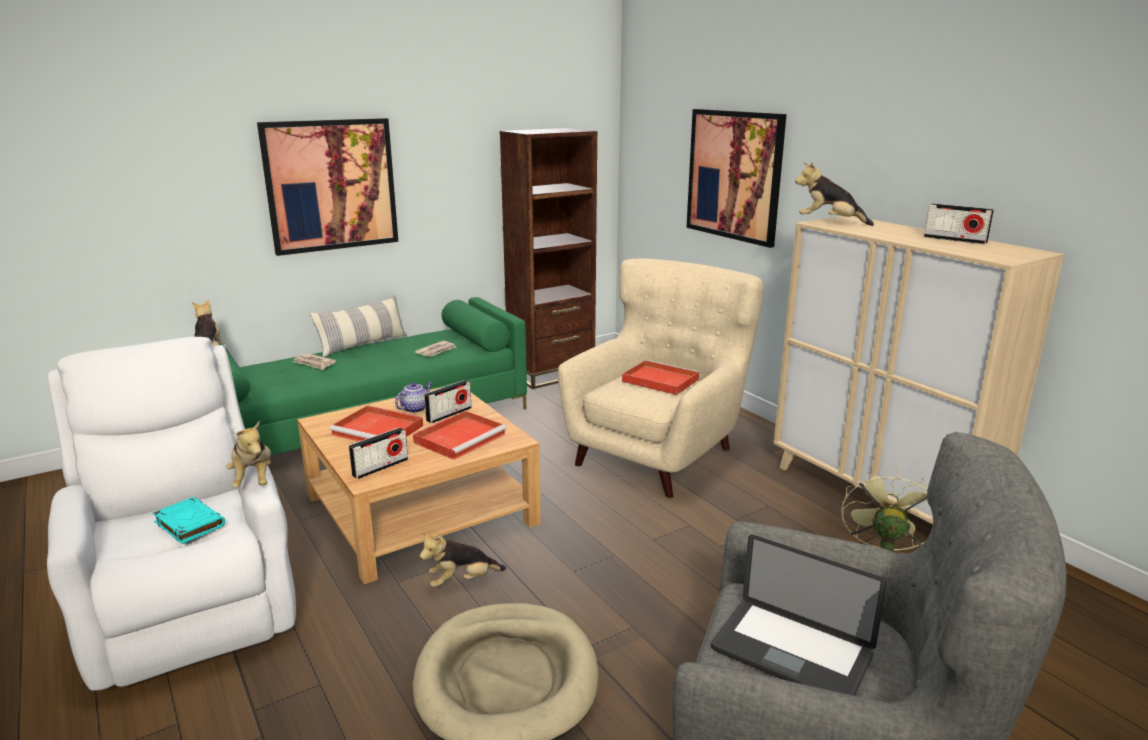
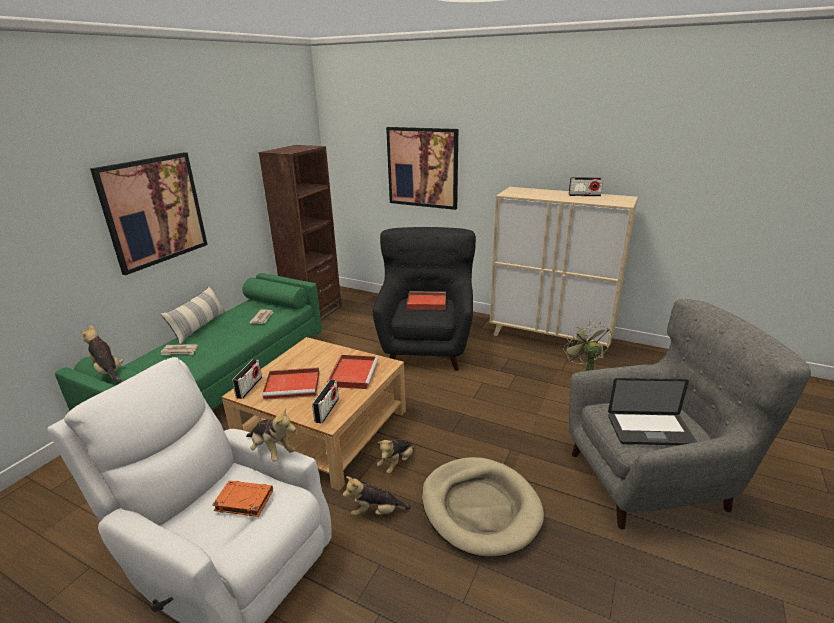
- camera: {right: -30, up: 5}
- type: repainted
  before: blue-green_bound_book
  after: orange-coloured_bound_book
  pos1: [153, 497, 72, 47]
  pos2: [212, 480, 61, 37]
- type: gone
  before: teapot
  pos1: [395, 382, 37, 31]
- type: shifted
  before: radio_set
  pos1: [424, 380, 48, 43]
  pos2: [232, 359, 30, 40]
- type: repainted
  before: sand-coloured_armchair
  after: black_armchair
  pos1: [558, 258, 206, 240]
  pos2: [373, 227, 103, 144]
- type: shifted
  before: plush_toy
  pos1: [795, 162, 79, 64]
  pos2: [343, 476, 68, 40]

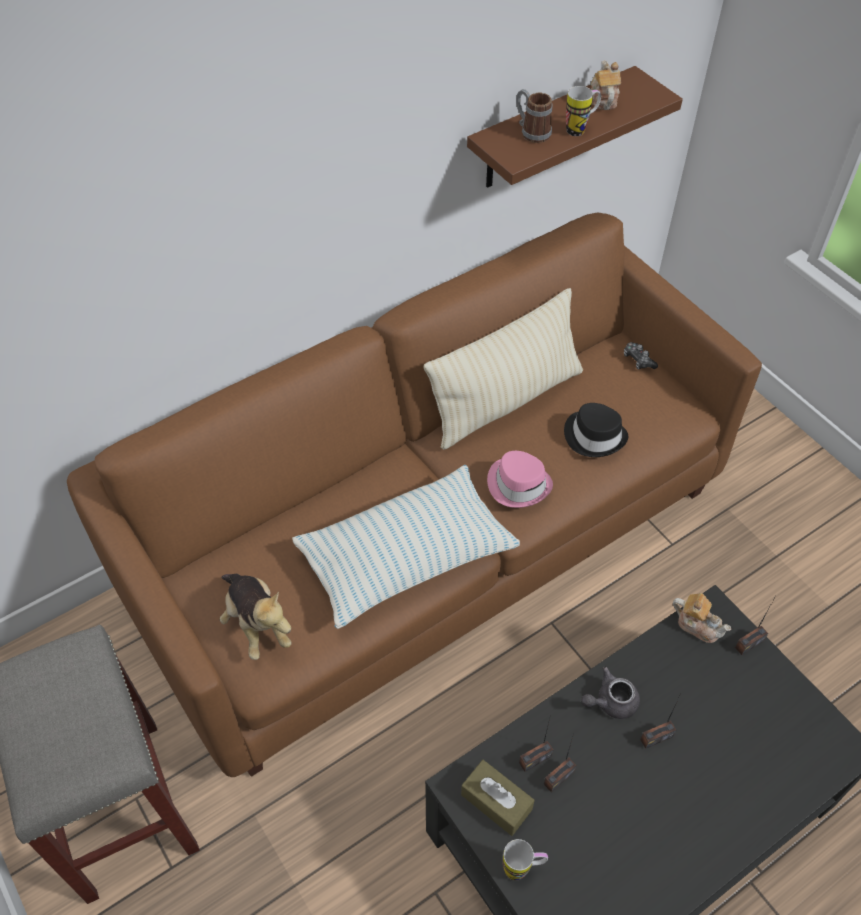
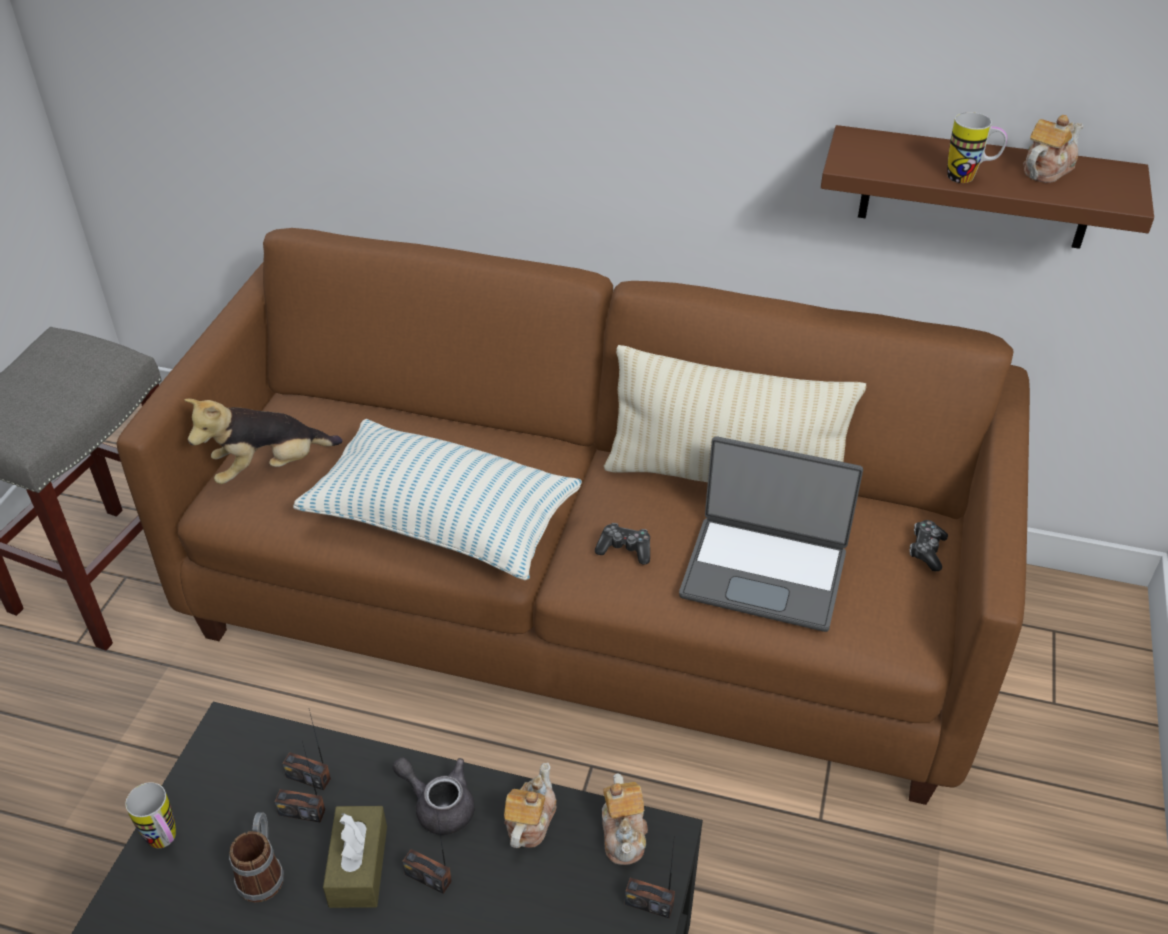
- camera: {right: 50, up: -10}
- type: rotated
  before: plush_toy
  pos1: [220, 574, 71, 86]
  pos2: [184, 399, 159, 85]
  turn: 45
- type: shifted
  before: brownish_tissue_holder
  pos1: [461, 760, 74, 76]
  pos2: [323, 806, 64, 102]
- type: swapped
  before: pink_clothing_hat
  after: gamepad
  pos1: [487, 451, 66, 57]
  pos2: [595, 523, 55, 42]
- type: shifted
  before: mug
  pos1: [516, 89, 37, 54]
  pos2: [229, 812, 55, 91]
- type: swapped
  before: black_clothing_hat
  after: notebook_computer
  pos1: [564, 403, 64, 54]
  pos2: [679, 436, 184, 196]
- type: new
  after: teapot
  pos2: [504, 762, 52, 86]

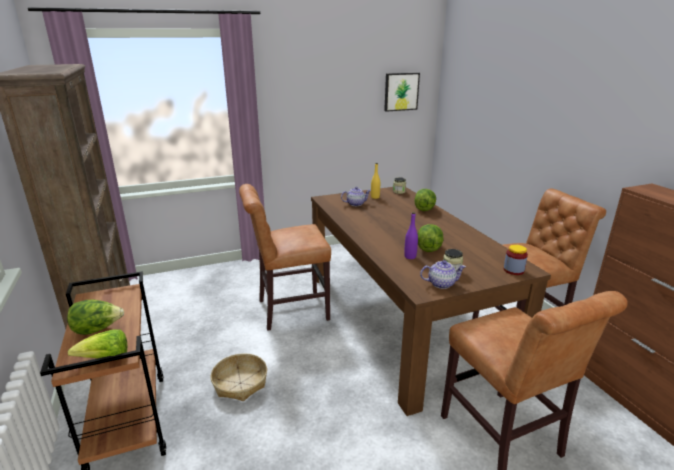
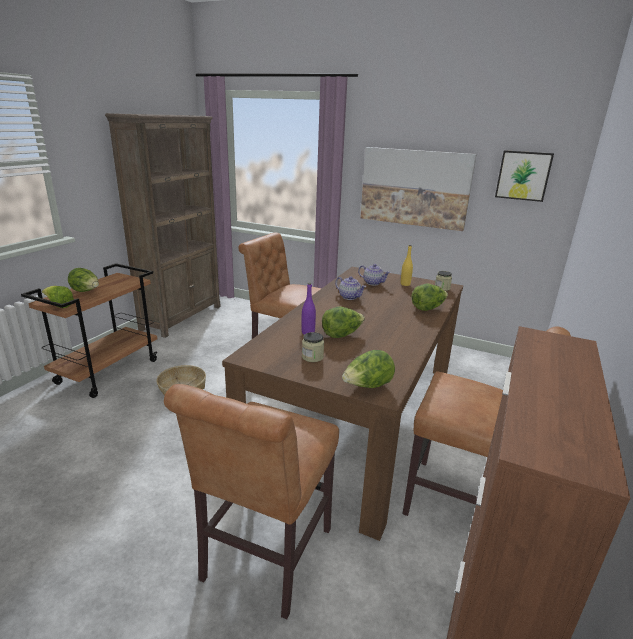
- camera: {right: 45, up: 0}
- type: shifted
  before: teapot
  pos1: [420, 260, 46, 29]
  pos2: [335, 276, 31, 24]
- type: swapped
  before: preserve_jar
  after: lettuce
  pos1: [504, 245, 24, 30]
  pos2: [342, 350, 53, 38]
- type: new
  after: wall_art
  pos2: [360, 147, 117, 84]

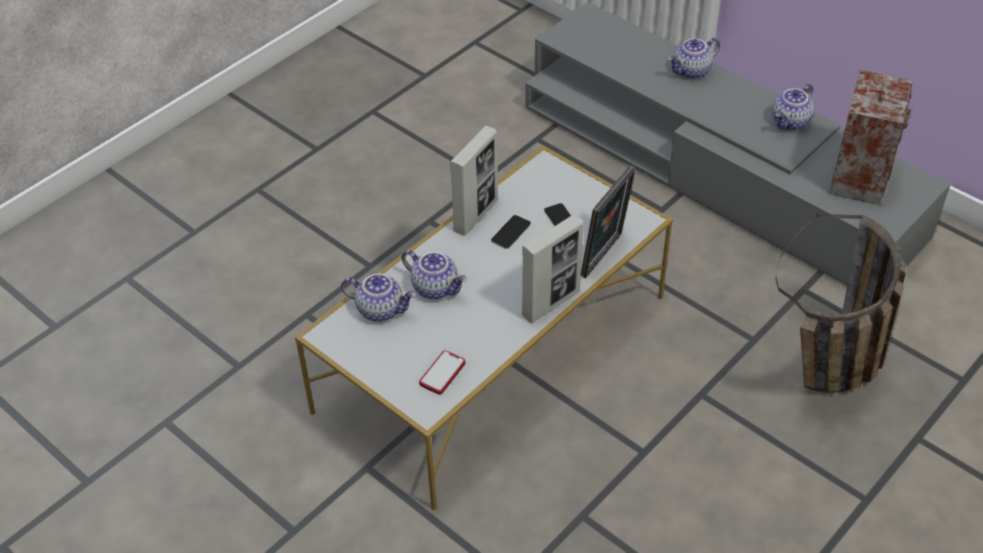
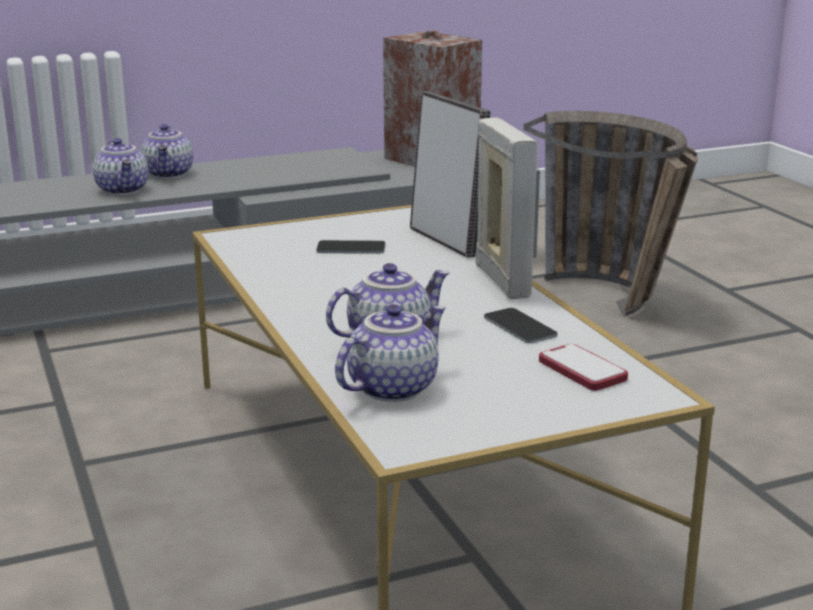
- camera: {right: -65, up: -25}
- type: gone
  before: picture_frame
  pos1: [450, 126, 48, 110]
- type: shifted
  before: phone
  pos1: [491, 215, 40, 34]
  pos2: [484, 308, 74, 35]
- type: shifted
  before: teapot
  pos1: [772, 83, 42, 48]
  pos2: [93, 138, 55, 57]

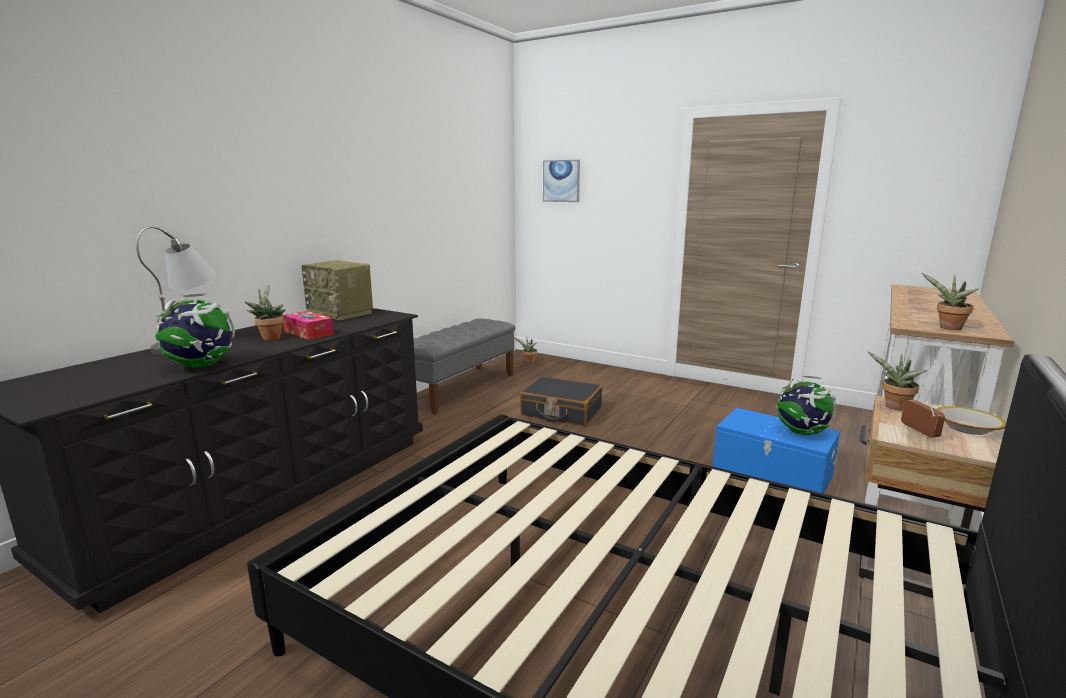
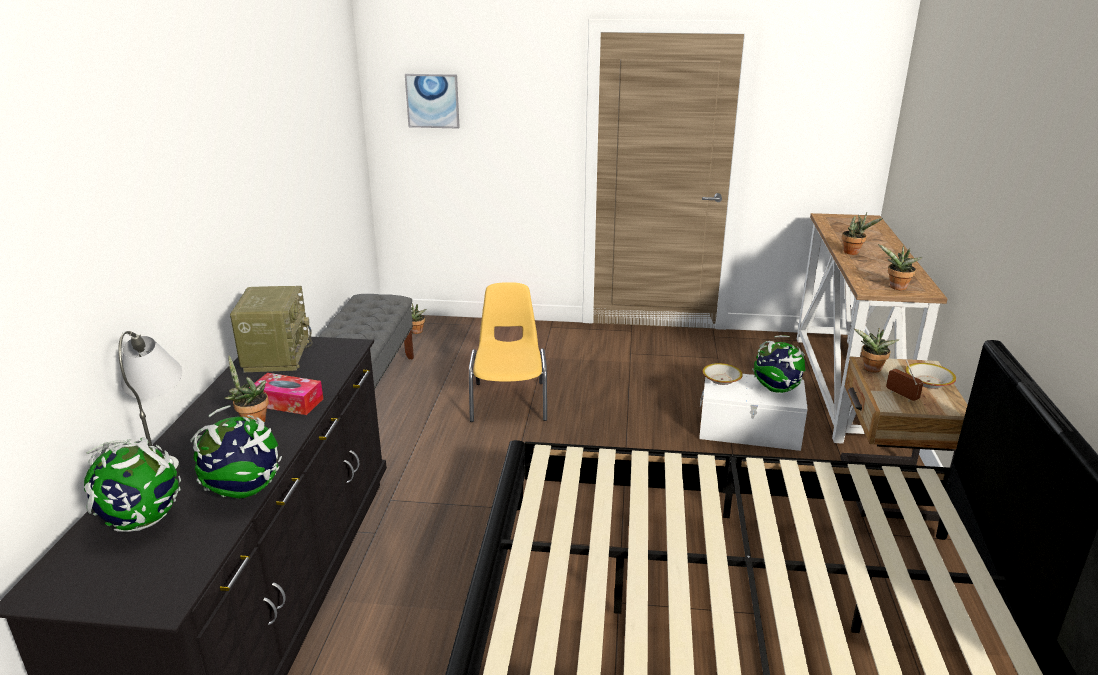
- camera: {right: -25, up: 10}
- type: rotated
  before: radio_set
  pos1: [302, 260, 71, 61]
  pos2: [230, 286, 83, 86]
  turn: -105
- type: swapped
  before: black_travel_case
  after: yellow_plain_chair
  pos1: [520, 376, 82, 50]
  pos2: [469, 282, 78, 140]
- type: repainted
  before: blue-coloured_storage_container
  after: whitish_storage_container
  pos1: [713, 408, 127, 86]
  pos2: [699, 374, 109, 77]
- type: new
  after: desk_globe
  pos2: [84, 437, 97, 95]
- type: new
  after: serving_bowl
  pos2: [702, 363, 41, 22]
- type: new
  after: plant_in_a_pot
  pos2: [842, 212, 41, 43]

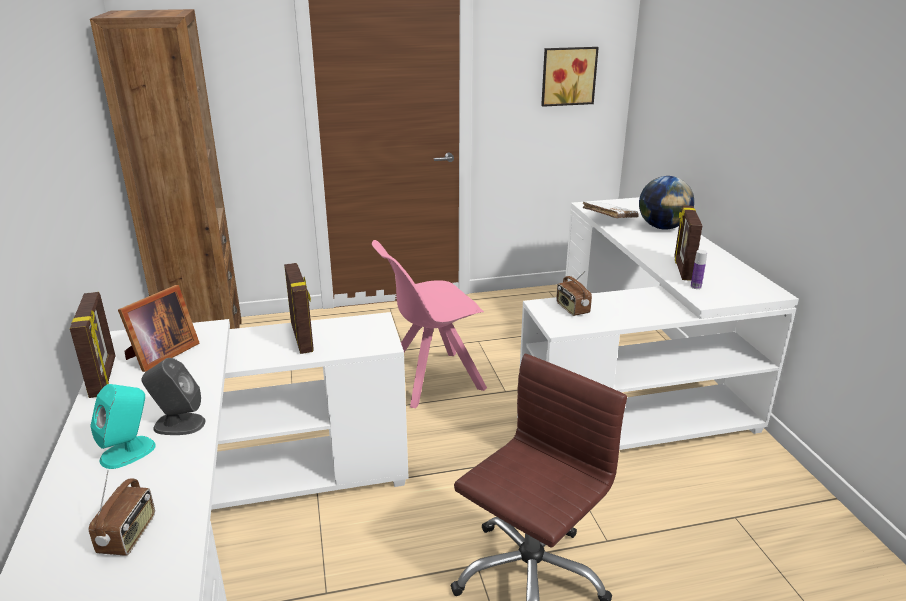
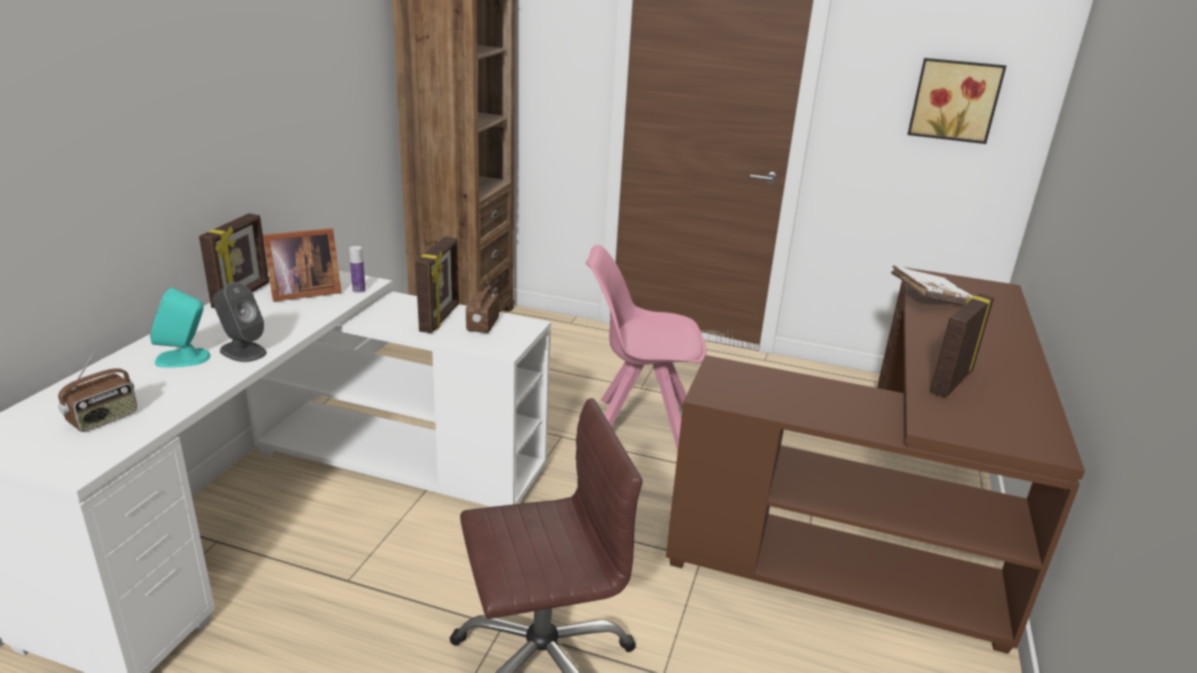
- camera: {right: 30, up: 0}
- type: repainted
  before: whitish_desk_unit
  after: brownish_desk_unit
  pos1: [517, 197, 282, 253]
  pos2: [666, 267, 419, 387]
- type: shifted
  before: radio_set
  pos1: [556, 271, 36, 45]
  pos2: [465, 281, 34, 52]
- type: gone
  before: desk_globe
  pos1: [639, 176, 55, 54]
- type: shifted
  before: bottle
  pos1: [691, 250, 16, 39]
  pos2: [349, 246, 17, 47]

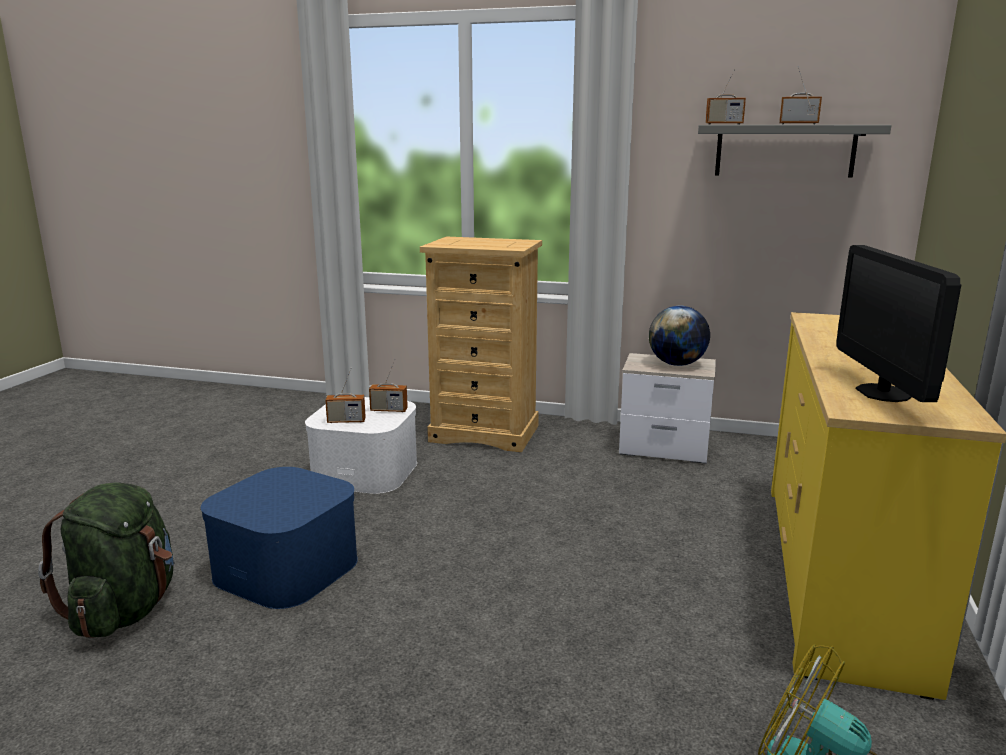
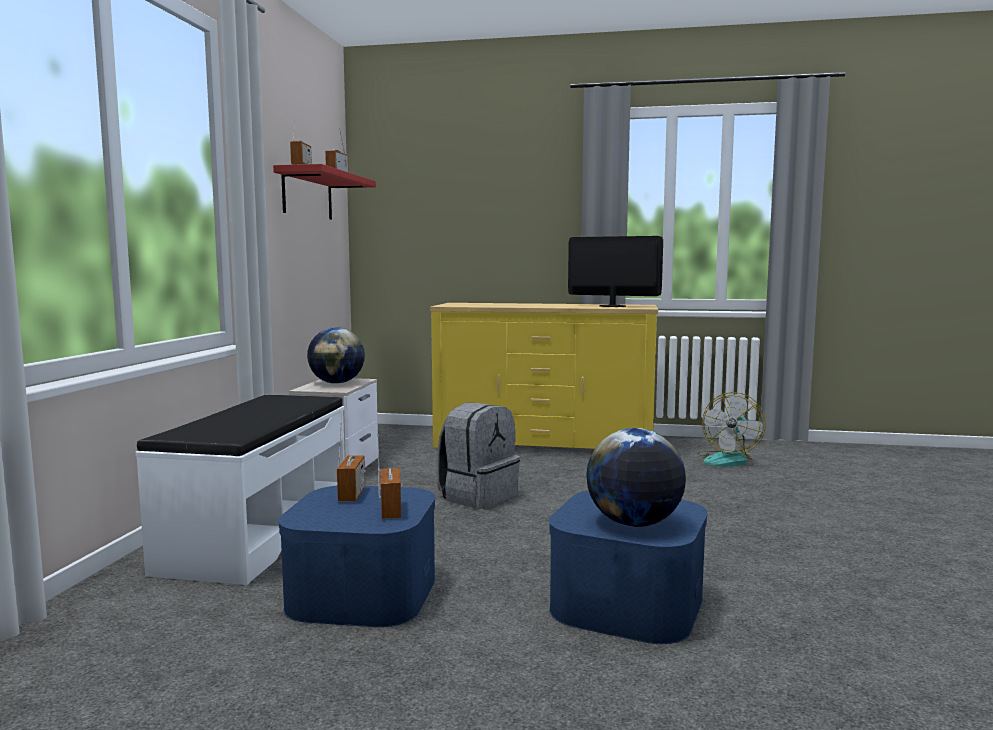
- camera: {right: -95, up: -10}
- type: gone
  before: green-coloured_backpack
  pos1: [38, 482, 136, 156]
- type: repainted
  before: whitish_storage_container
  after: blue-coloured_storage_container
  pos1: [305, 397, 112, 97]
  pos2: [278, 486, 157, 141]
- type: swapped
  before: sand-coloured_drawer_chest
  after: whitish_long_seat
  pos1: [420, 237, 122, 215]
  pos2: [136, 395, 209, 190]
- type: repainted
  before: greyish_shelf
  after: red-coloured_shelf
  pos1: [698, 125, 194, 53]
  pos2: [273, 164, 103, 56]
- type: rotated
  before: computer_screen
  pos1: [836, 245, 125, 157]
  pos2: [568, 236, 95, 71]
  turn: -150
- type: new
  after: greyish_backpack
  pos2: [436, 403, 84, 106]
- type: new
  after: desk_globe
  pos2: [586, 428, 100, 99]

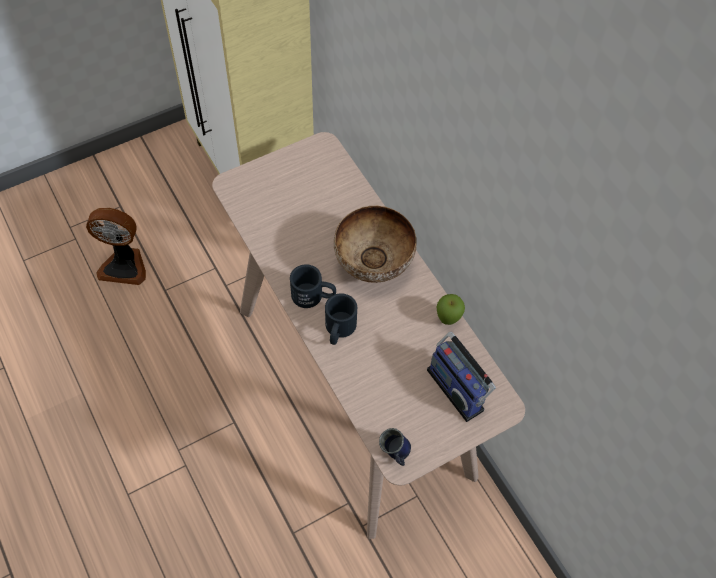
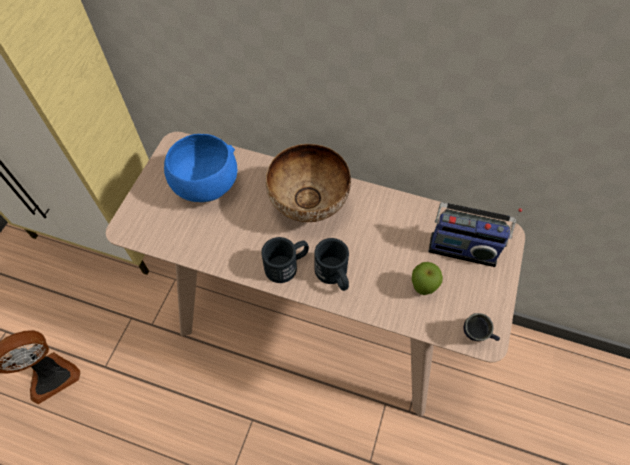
- camera: {right: -40, up: 0}
- type: shifted
  before: apple_fruit
  pos1: [437, 294, 28, 31]
  pos2: [412, 262, 31, 33]
- type: new
  after: blue-coloured_serving_bowl
  pos2: [164, 134, 73, 68]

